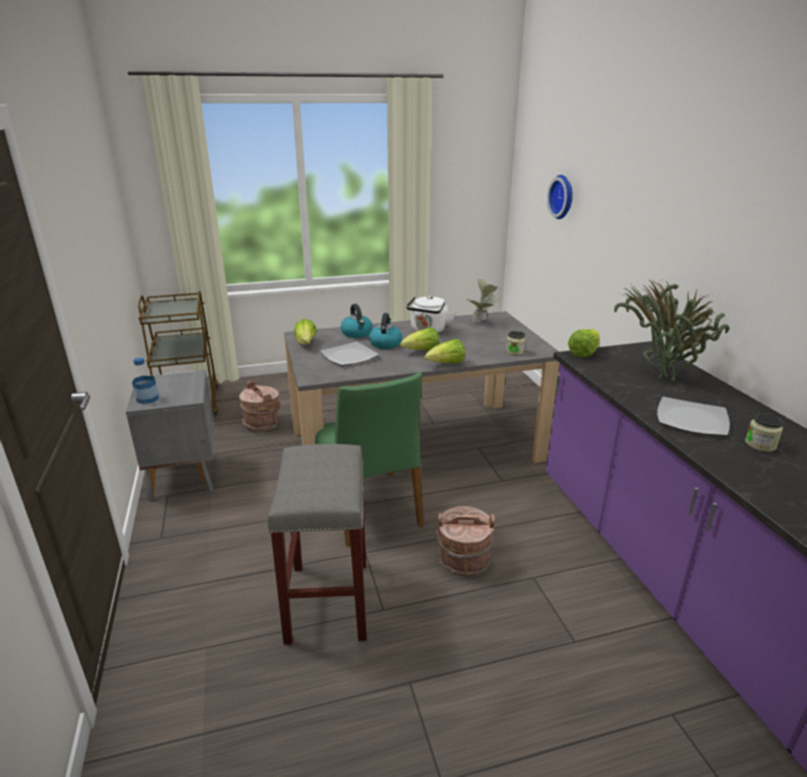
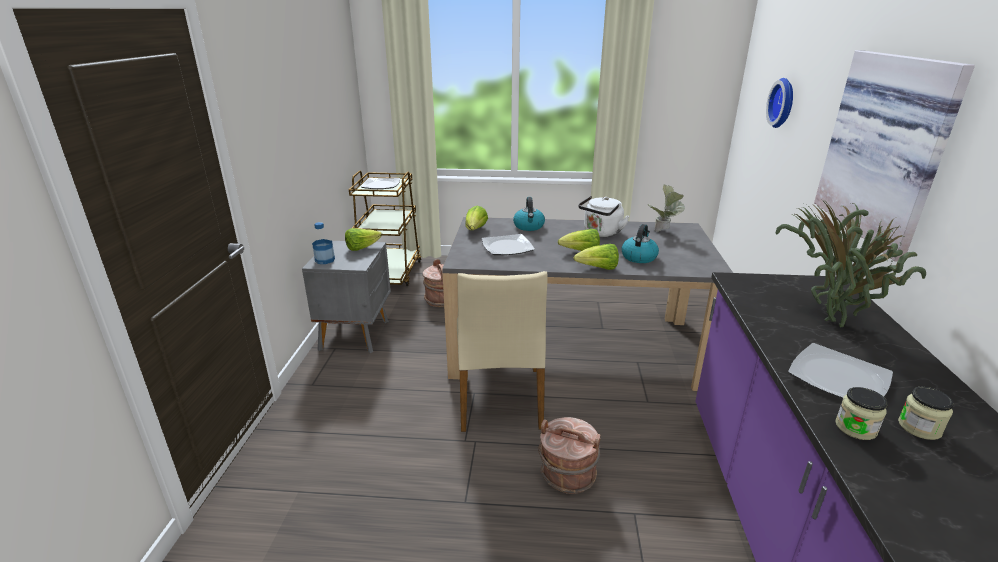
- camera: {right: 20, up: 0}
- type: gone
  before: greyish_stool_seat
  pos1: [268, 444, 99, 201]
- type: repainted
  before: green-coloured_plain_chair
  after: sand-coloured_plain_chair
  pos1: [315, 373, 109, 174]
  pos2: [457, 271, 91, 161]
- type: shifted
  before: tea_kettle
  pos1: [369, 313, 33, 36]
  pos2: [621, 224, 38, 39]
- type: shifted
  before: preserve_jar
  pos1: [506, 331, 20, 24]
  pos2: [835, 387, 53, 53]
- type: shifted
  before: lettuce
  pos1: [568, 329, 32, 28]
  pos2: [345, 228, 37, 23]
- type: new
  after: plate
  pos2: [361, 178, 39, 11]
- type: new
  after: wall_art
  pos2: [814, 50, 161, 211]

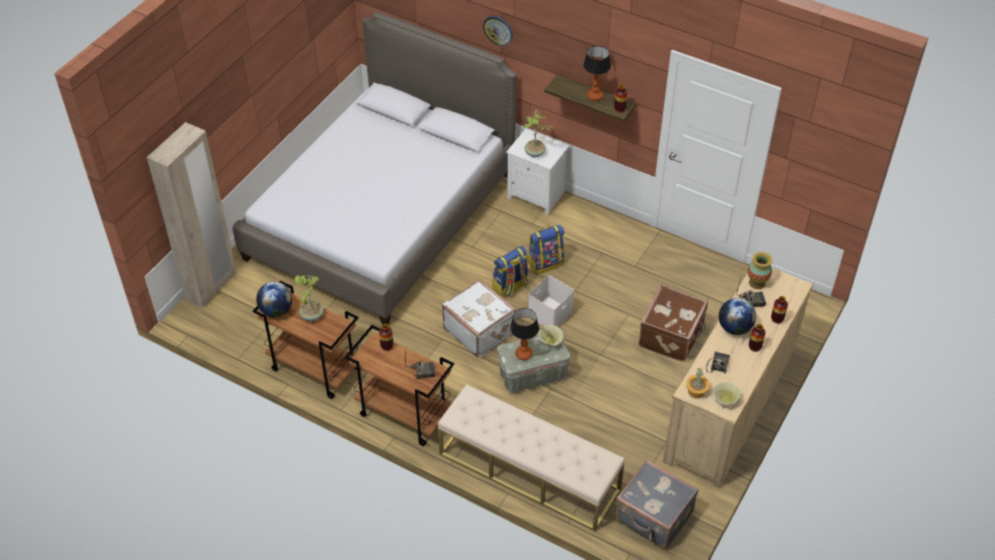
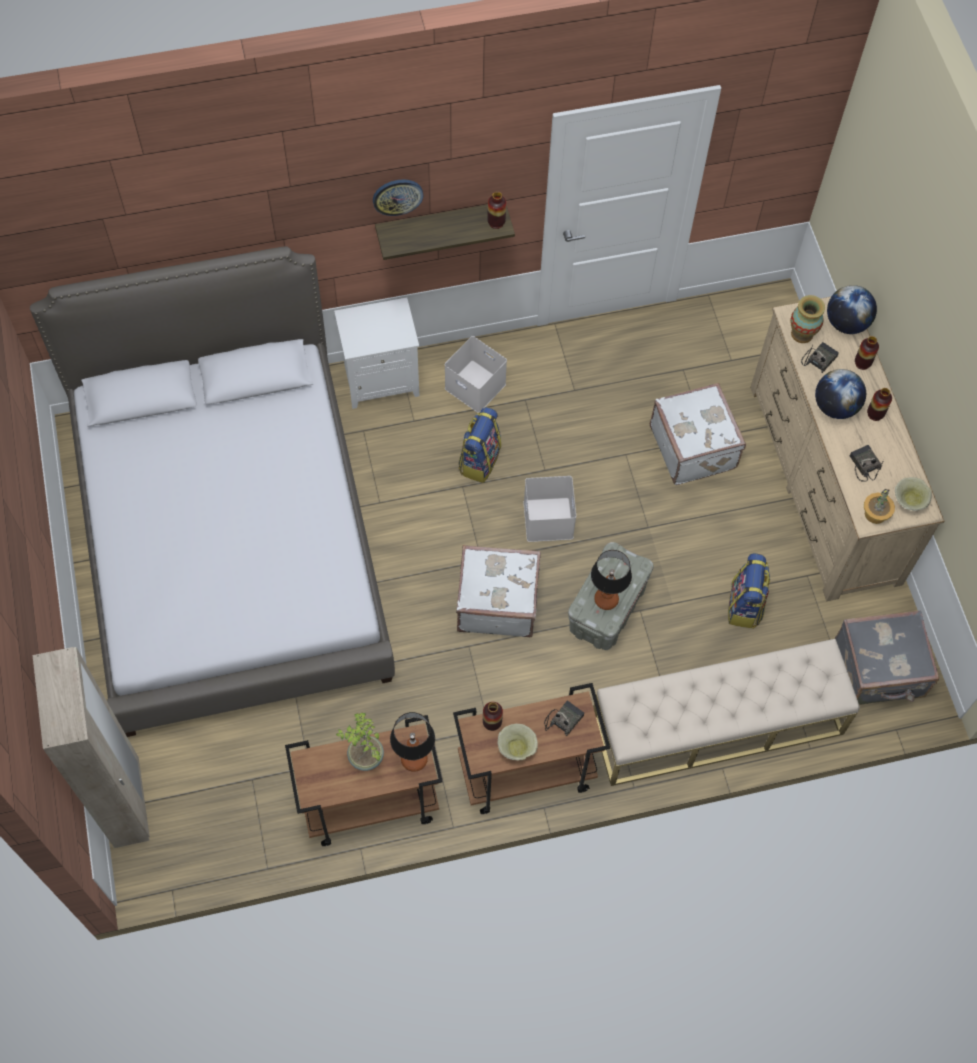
- camera: {right: -45, up: 15}
- type: shifted
  before: desk_globe
  pos1: [256, 282, 36, 35]
  pos2: [827, 285, 50, 49]
- type: shifted
  before: clock_on_the_wall
  pos1: [483, 16, 30, 30]
  pos2: [373, 180, 51, 36]
- type: shifted
  before: backpack
  pos1: [493, 246, 35, 52]
  pos2: [728, 553, 42, 76]
- type: gone
  before: plant_in_a_pot
  pos1: [524, 110, 29, 47]
- type: shifted
  before: sand-coloured_serving_bowl
  pos1: [538, 325, 26, 21]
  pos2: [497, 724, 41, 37]
- type: shifted
  before: lamp_for_a_table
  pos1: [583, 46, 28, 55]
  pos2: [390, 712, 45, 60]
- type: repainted
  before: brownish_travel_case
  after: whitish_travel_case
  pos1: [639, 285, 69, 77]
  pos2: [650, 383, 96, 102]
- type: new
  after: whitish_storage_container
  pos2: [445, 336, 62, 77]

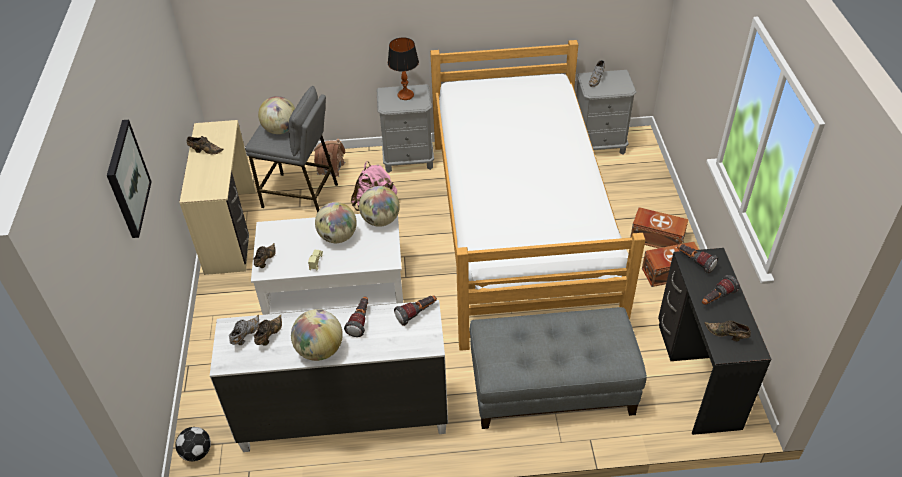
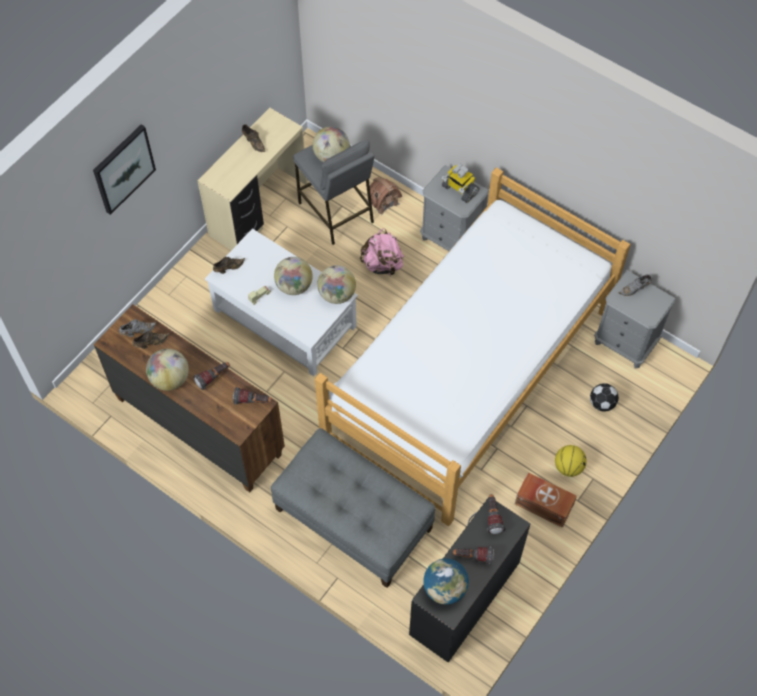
- camera: {right: 40, up: 15}
- type: shifted
  before: football_ball
  pos1: [175, 427, 36, 34]
  pos2: [590, 383, 29, 29]
- type: repainted
  before: whitish_drawer_chest
  after: brownish_drawer_chest
  pos1: [210, 300, 238, 152]
  pos2: [94, 304, 191, 188]
- type: swapped
  before: lamp_for_a_table
  after: model_robot
  pos1: [388, 37, 31, 63]
  pos2: [441, 163, 39, 40]
- type: swapped
  before: brownish_storage_container
  after: basketball_ball
  pos1: [630, 207, 59, 41]
  pos2: [555, 445, 32, 32]
- type: swapped
  before: brownish_item_of_footwear
  after: desk_globe
  pos1: [705, 321, 46, 20]
  pos2: [423, 558, 46, 47]

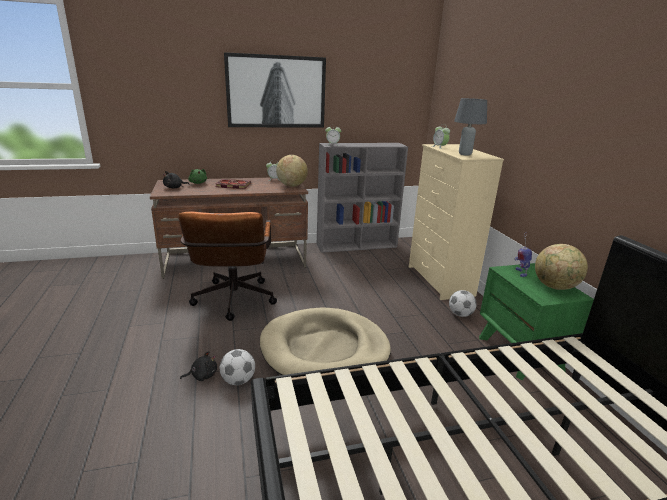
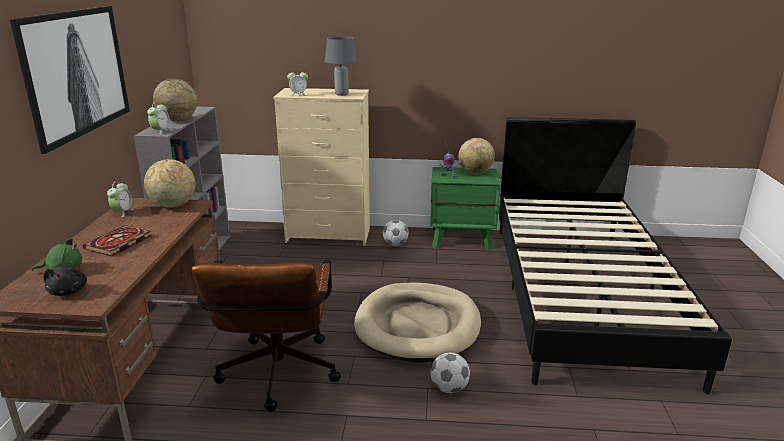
- camera: {right: -70, up: 0}
- type: rotated
  before: brownish_computer_chair
  pos1: [178, 212, 99, 109]
  pos2: [192, 259, 149, 153]
  turn: 75
- type: gone
  before: black_plush_toy
  pos1: [180, 351, 37, 30]
- type: new
  after: desk_globe
  pos2: [153, 79, 44, 42]

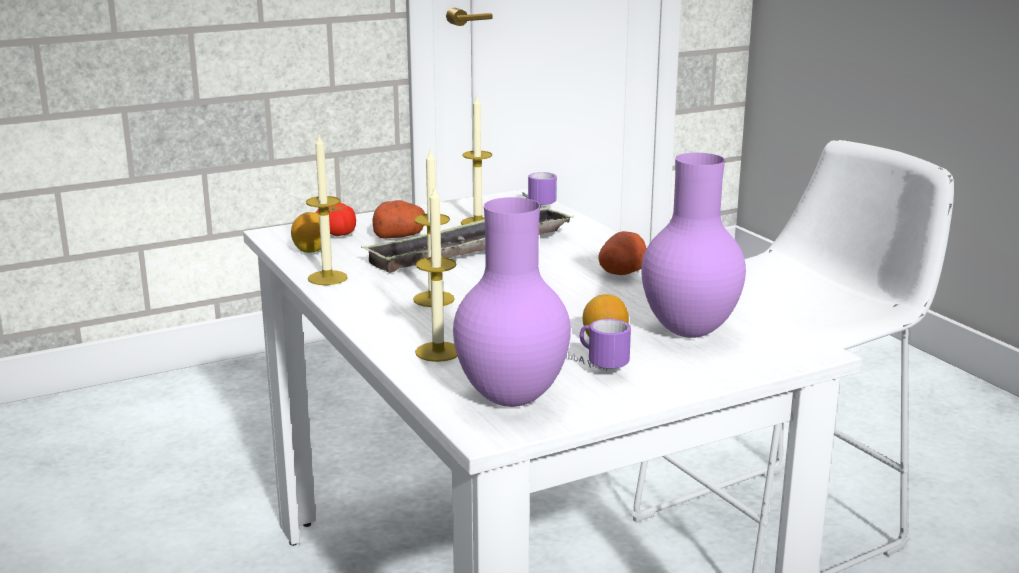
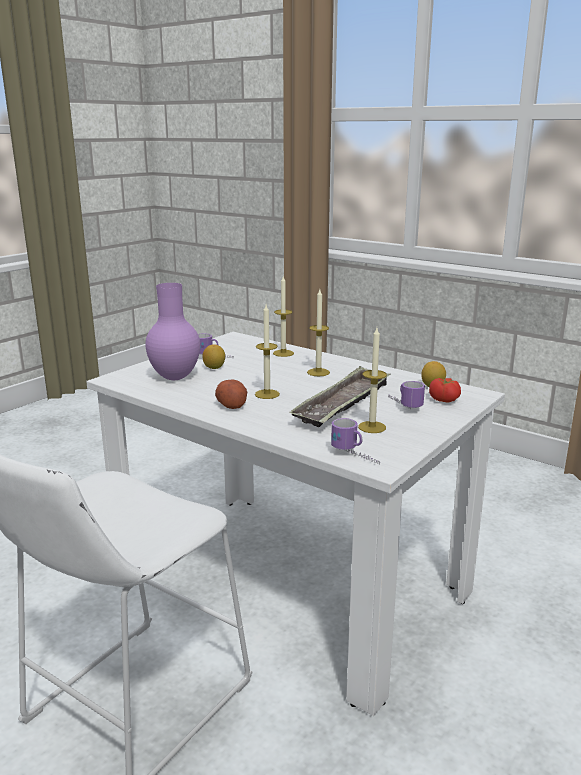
- camera: {right: 155, up: 0}
- type: shifted
  before: wax_light
  pos1: [306, 135, 42, 150]
  pos2: [255, 305, 25, 94]
- type: swapped
  before: potato
  after: mug
  pos1: [372, 200, 53, 38]
  pos2: [388, 381, 37, 28]
- type: gone
  before: purple-coloured_vase
  pos1: [453, 197, 118, 210]

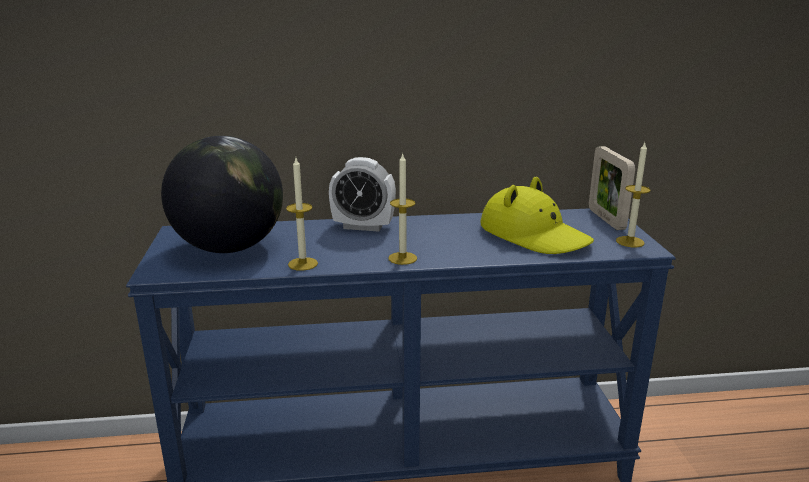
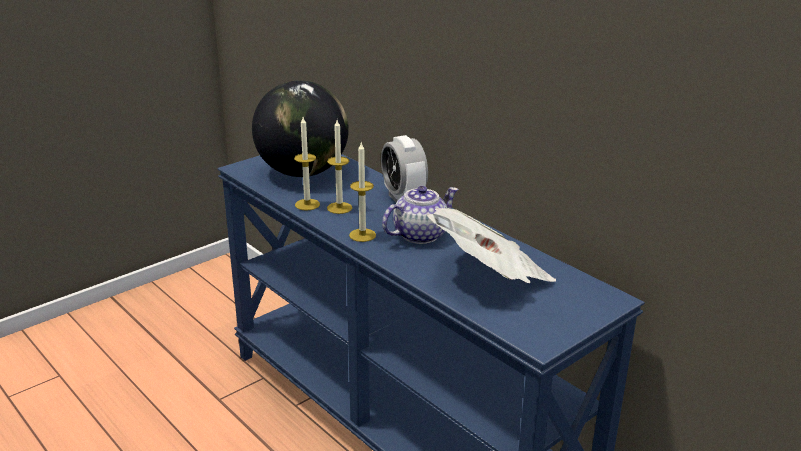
- camera: {right: 55, up: 5}
- type: swapped
  before: yellow_clothing_hat
  after: daily_paper
  pos1: [480, 177, 114, 77]
  pos2: [427, 208, 129, 75]
- type: gone
  before: picture_frame
  pos1: [589, 146, 46, 84]
- type: shifted
  before: wax_light
  pos1: [616, 143, 35, 104]
  pos2: [327, 120, 25, 94]
- type: new
  after: teapot
  pos2: [382, 186, 76, 58]

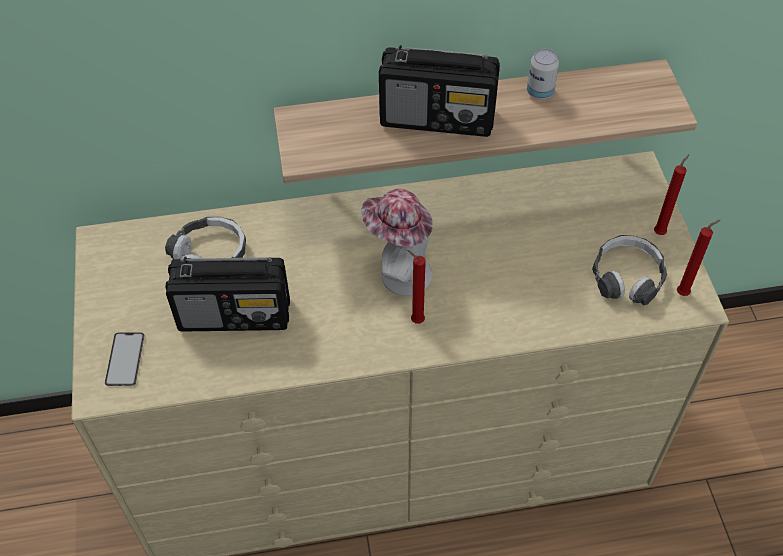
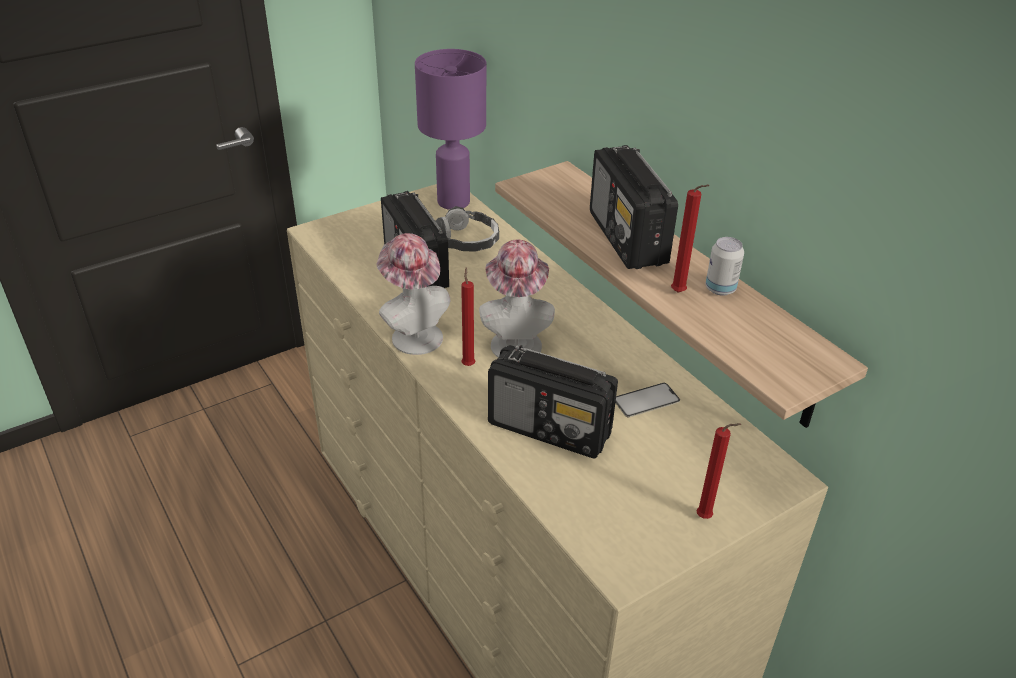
- camera: {right: 65, up: -15}
- type: shifted
  before: phone
  pos1: [105, 333, 40, 53]
  pos2: [615, 383, 65, 35]
- type: gone
  before: headset
  pos1: [592, 235, 75, 70]
- type: shifted
  before: red-coloured_wax_light
  pos1: [677, 220, 43, 76]
  pos2: [671, 185, 38, 108]
- type: new
  after: clothing_hat
  pos2: [376, 233, 74, 122]
- type: new
  after: purple-coloured_lamp_for_a_table
  pos2: [415, 49, 71, 161]
- type: new
  after: radio_set
  pos2: [488, 345, 130, 114]

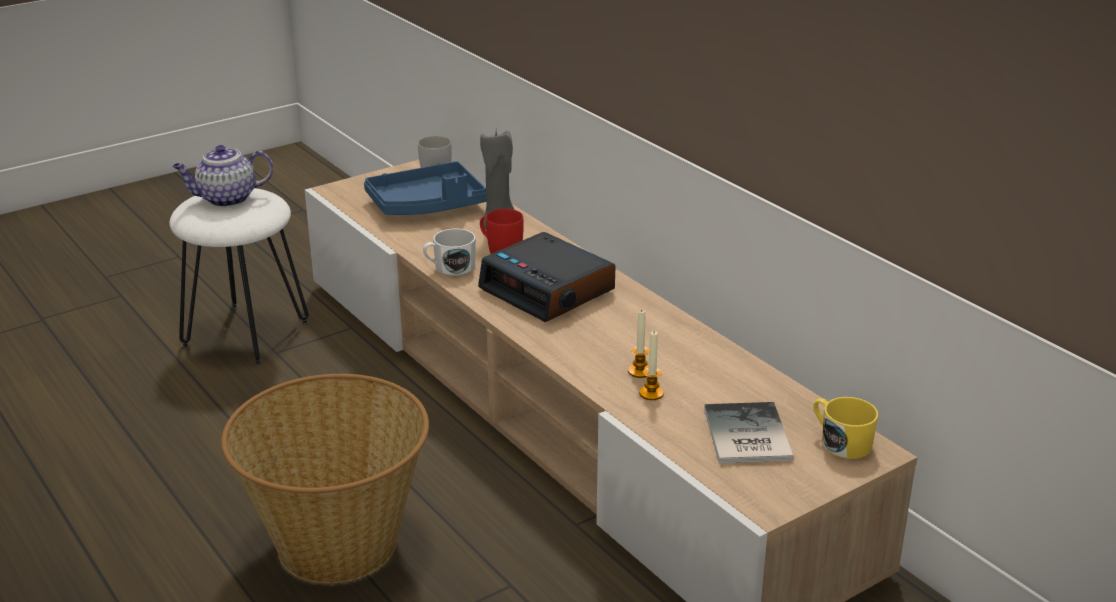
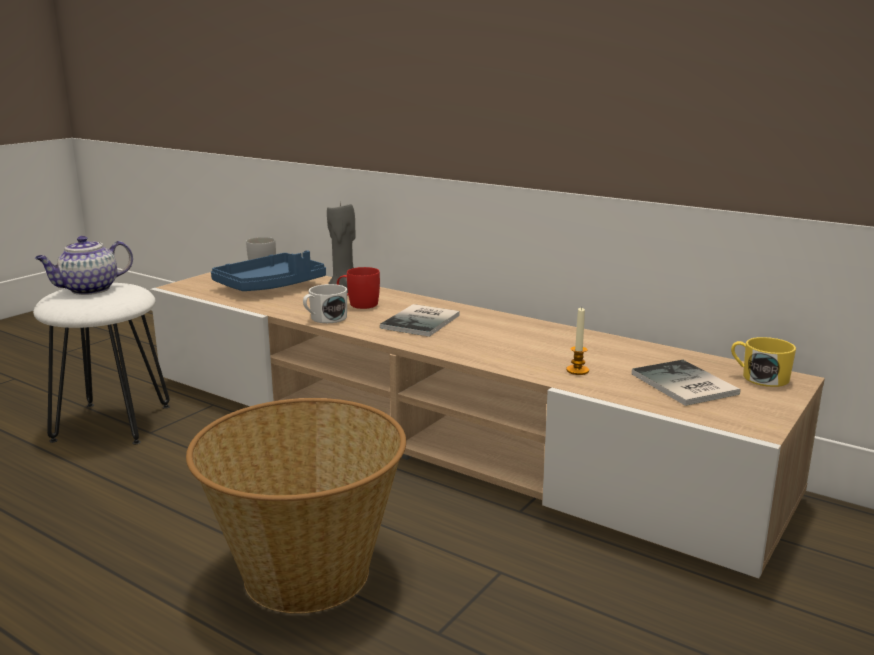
- camera: {right: -20, up: -10}
- type: swapped
  before: alarm_clock
  after: bound_book
  pos1: [478, 232, 138, 90]
  pos2: [380, 304, 79, 33]
- type: gone
  before: wax_light
  pos1: [628, 311, 21, 67]

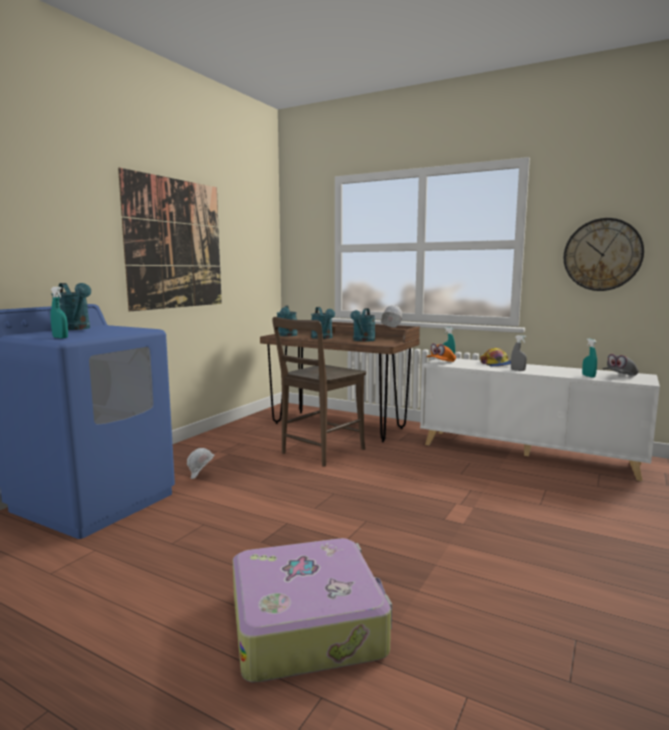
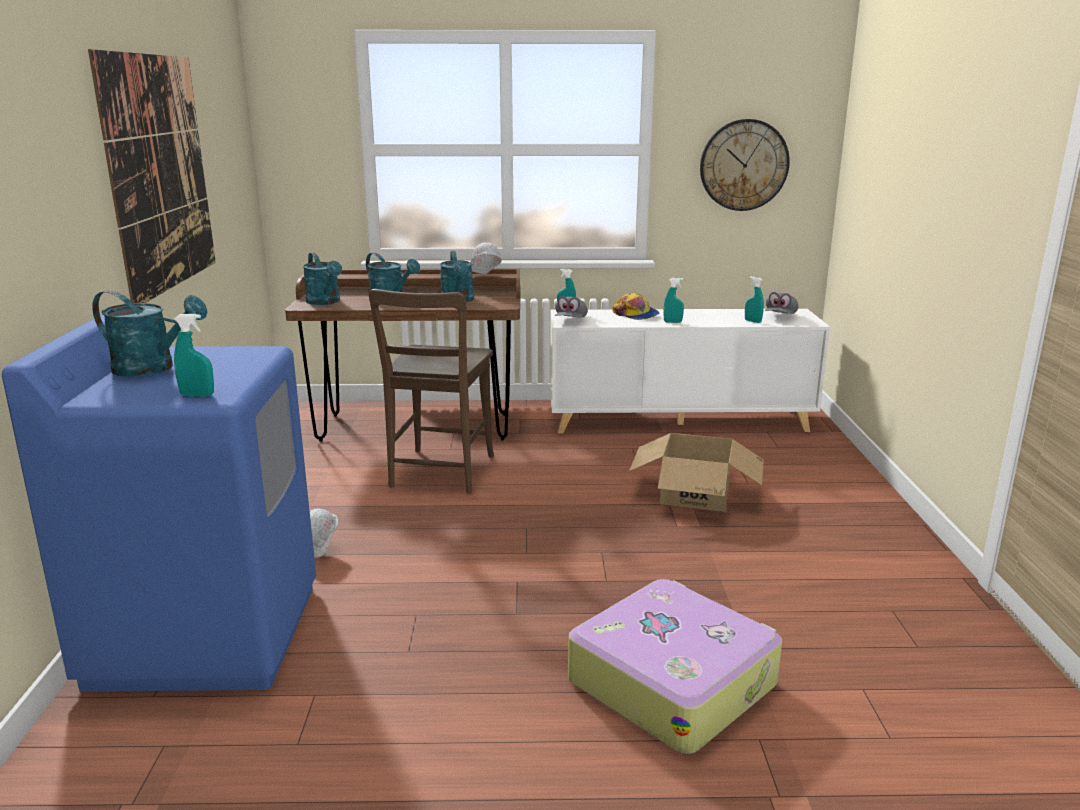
- camera: {right: -30, up: 10}
- type: repainted
  before: orange-coloured_baseball_cap
  after: greyish_baseball_cap
  pos1: [426, 343, 30, 19]
  pos2: [555, 296, 33, 22]
- type: repainted
  before: greyish_spray_bottle
  after: blue-green_spray_bottle
  pos1: [511, 335, 16, 36]
  pos2: [663, 278, 21, 45]
- type: new
  after: packing_box
  pos2: [629, 433, 135, 79]

